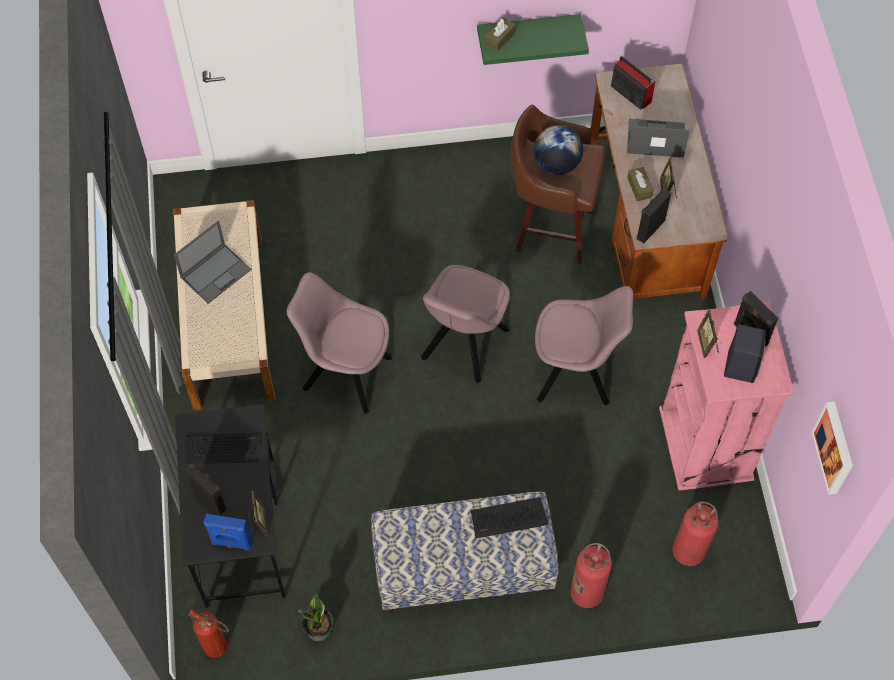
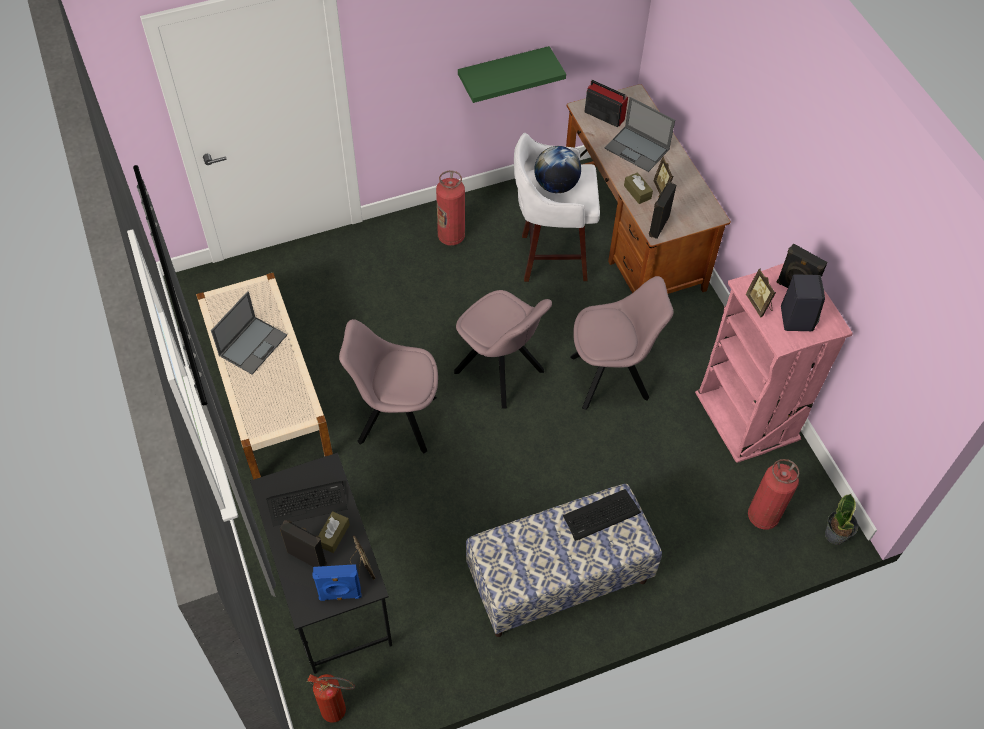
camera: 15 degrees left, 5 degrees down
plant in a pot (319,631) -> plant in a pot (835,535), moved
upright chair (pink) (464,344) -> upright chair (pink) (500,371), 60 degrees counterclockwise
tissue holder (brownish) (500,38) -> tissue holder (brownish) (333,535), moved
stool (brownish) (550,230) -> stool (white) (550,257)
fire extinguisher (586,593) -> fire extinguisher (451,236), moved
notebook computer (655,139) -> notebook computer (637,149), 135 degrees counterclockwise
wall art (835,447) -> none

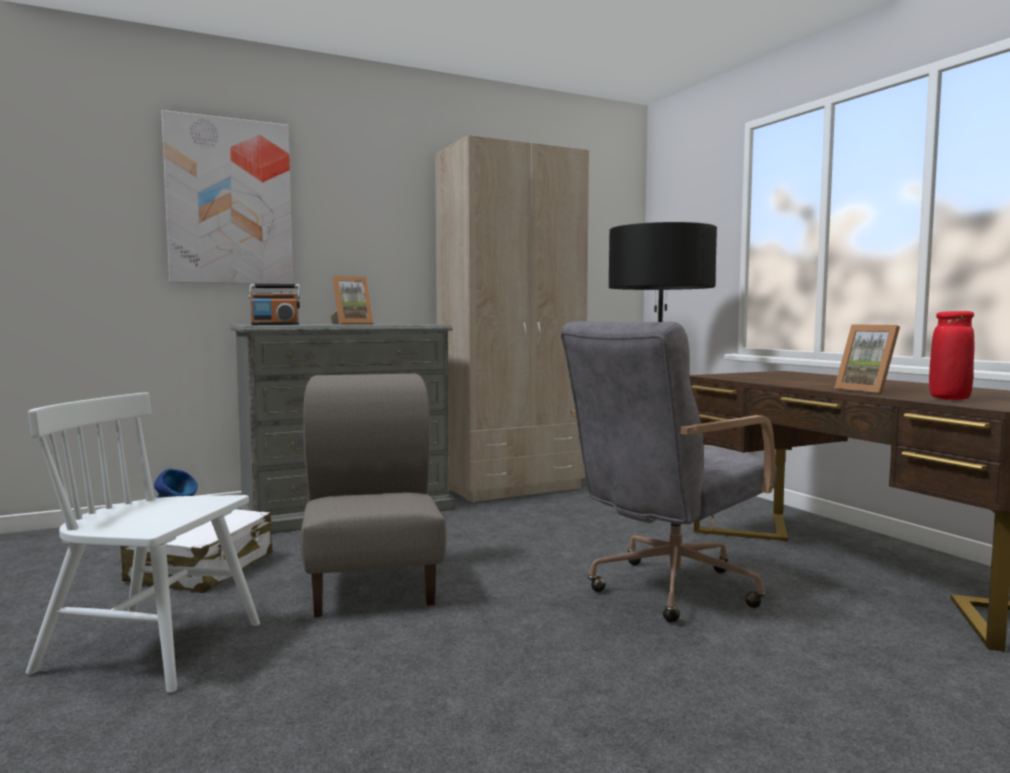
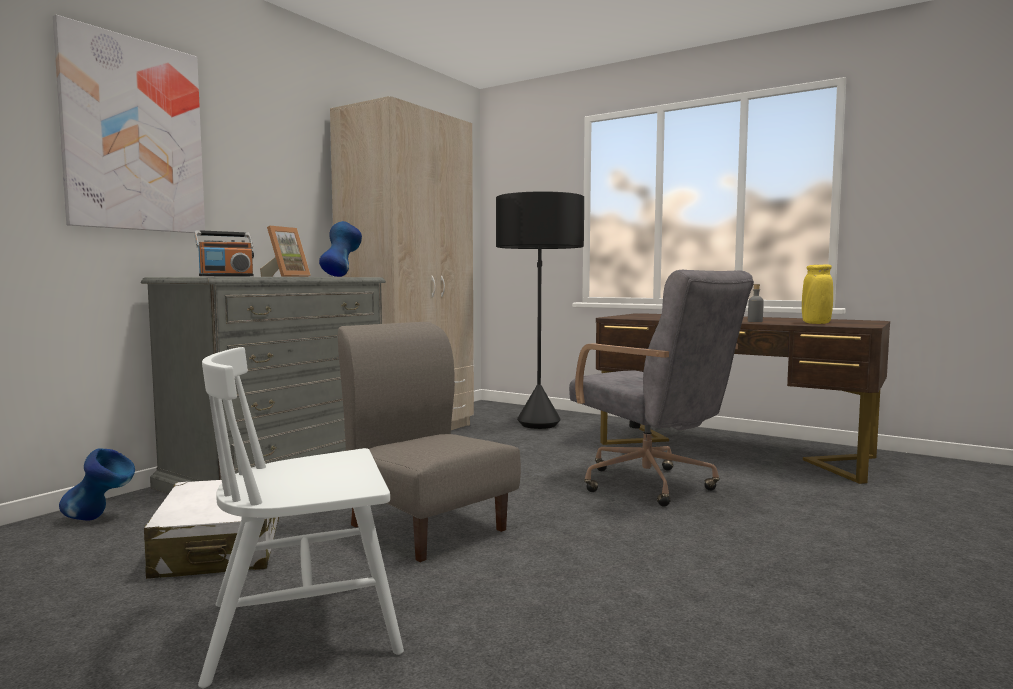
camera: 30 degrees left, 0 degrees up
desk chair (gray) (667,592) -> desk chair (gray) (652,487), 60 degrees counterclockwise
standing frame (868,391) -> drink bottle (gray) (755,321)
vase (red-coloured) (949,399) -> vase (yellow-coloured) (816,323)
none -> vase (bluish) (341,276)

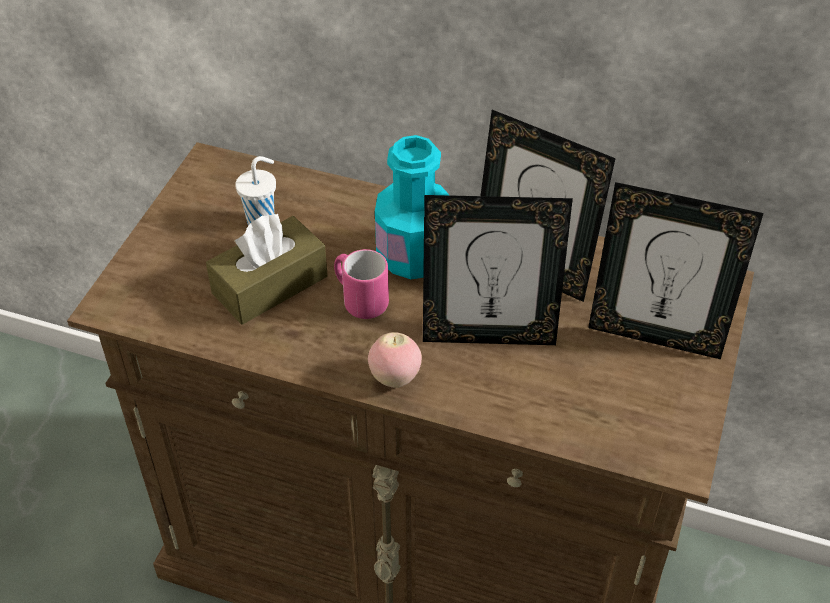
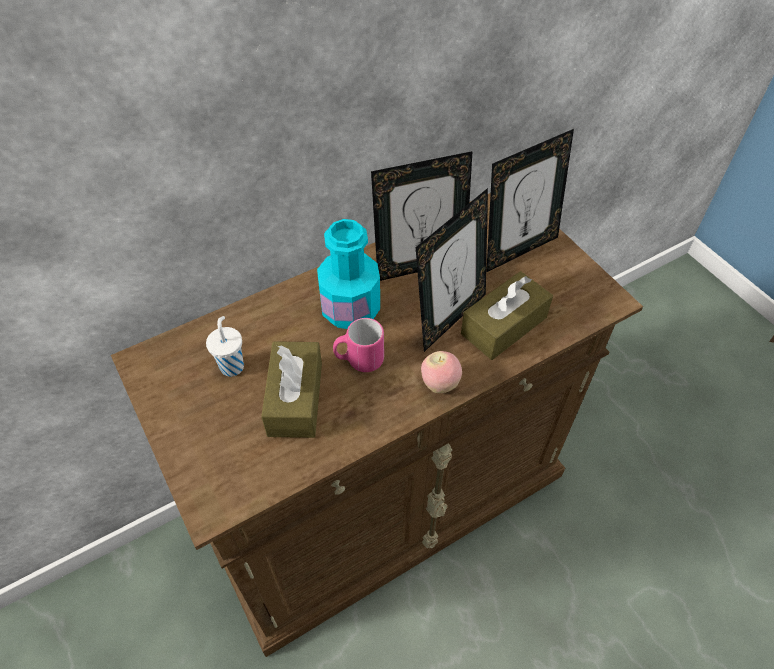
camera: 50 degrees left, 5 degrees up
none -> tissue holder (brownish) (504,326)

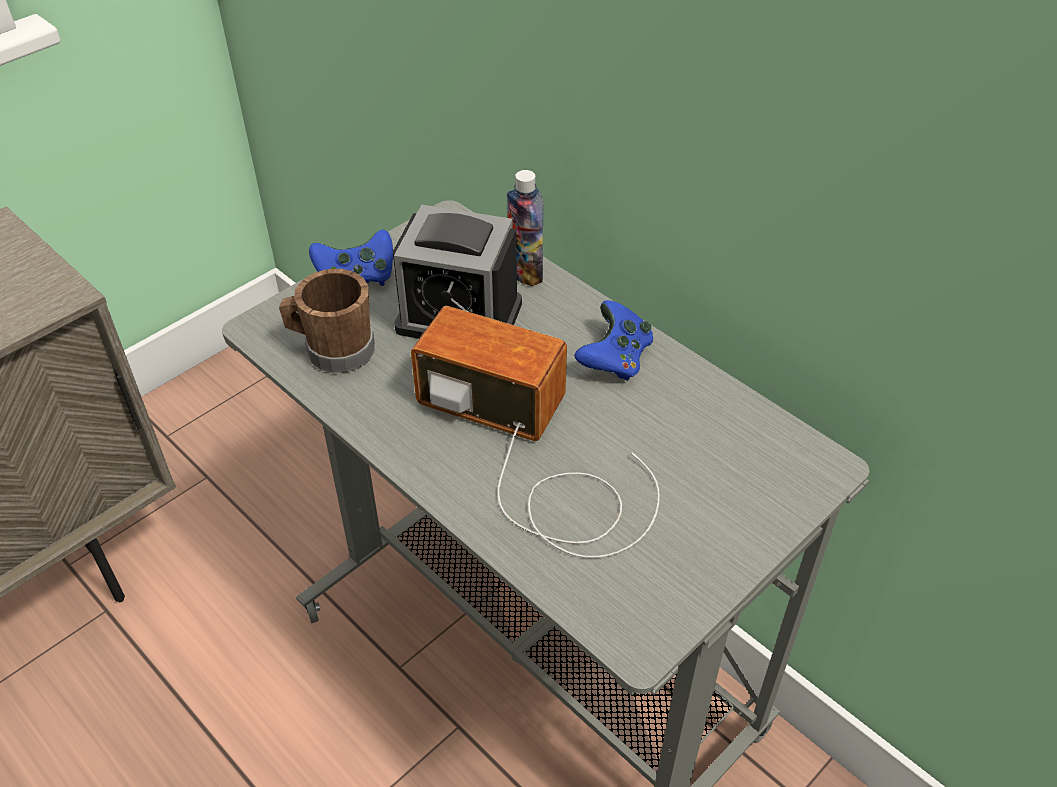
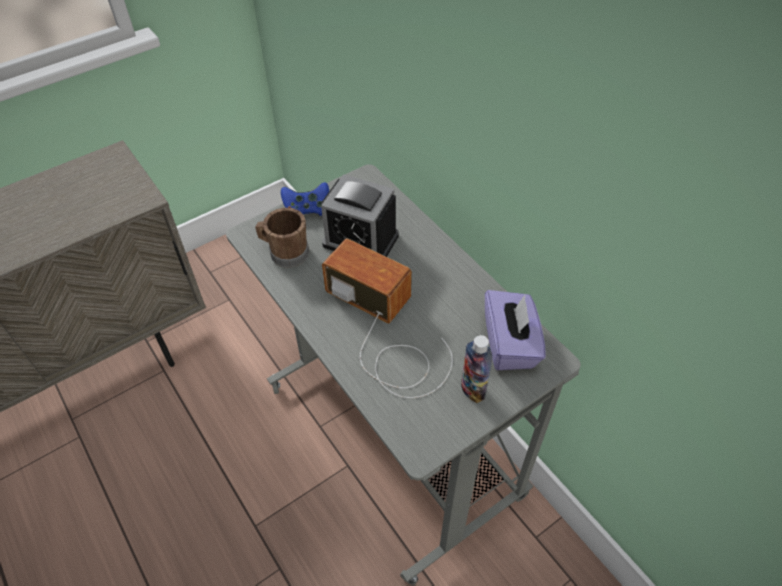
camera: 10 degrees right, 5 degrees up
drink bottle (525,273) -> drink bottle (473,389), moved
joypad (bluish) (615,359) -> none
none -> tissue holder (purplish) (510,344)

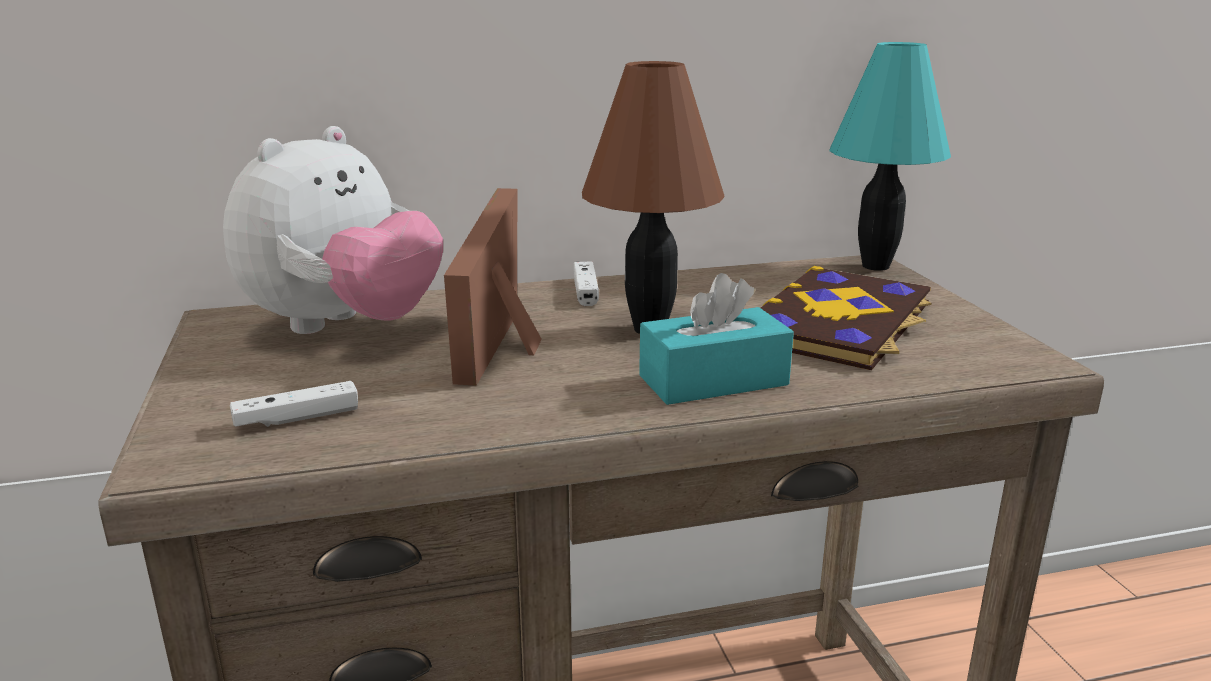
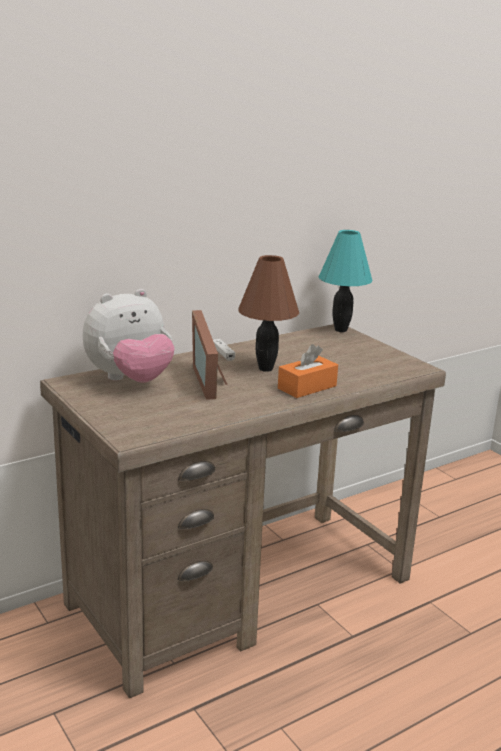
camera: 20 degrees left, 0 degrees up
cuddly toy (344,327) -> cuddly toy (130,380), 45 degrees clockwise
joypad (white) (297,418) -> none
tissue holder (turquoise) (713,380) -> tissue holder (orange-coloured) (307,387)
book (840,322) -> none

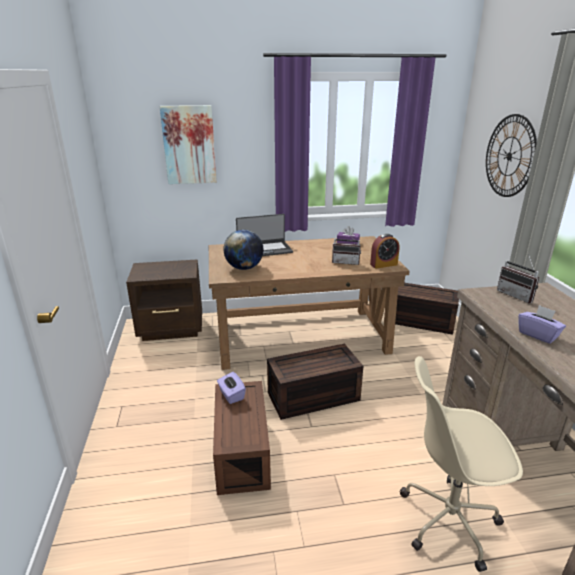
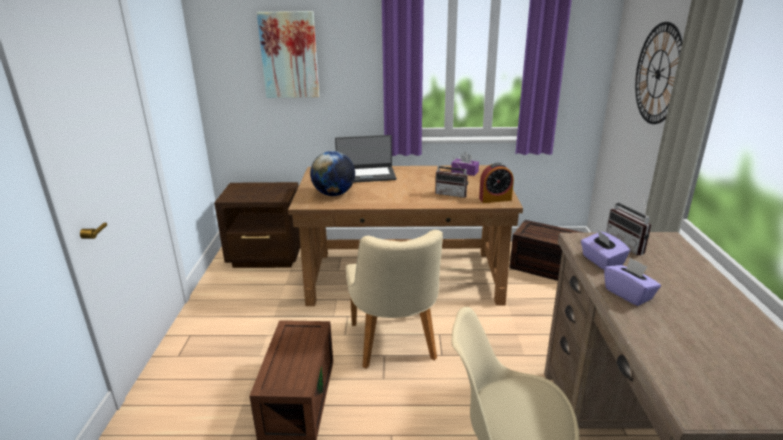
camera: 10 degrees right, 0 degrees up
tissue holder (purplish) (231,395) -> tissue holder (purplish) (601,261), moved
storage box (brownish) (312,397) -> upright chair (sand-coloured) (395,346)

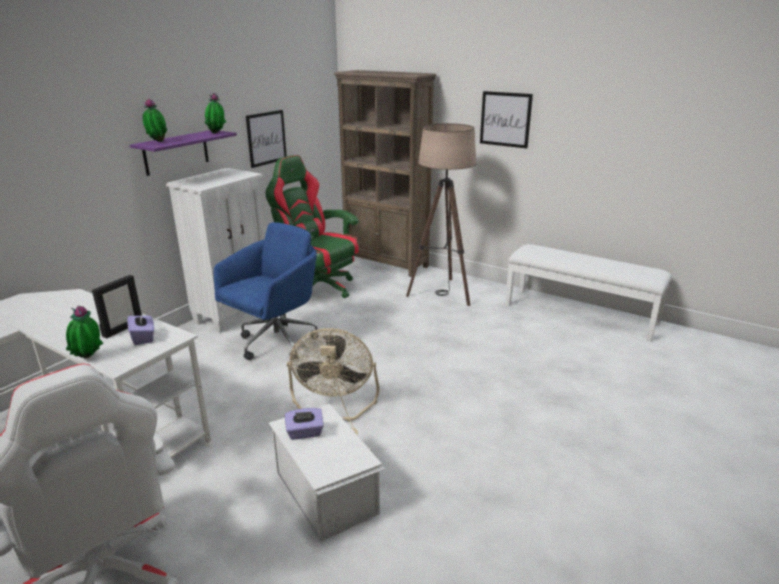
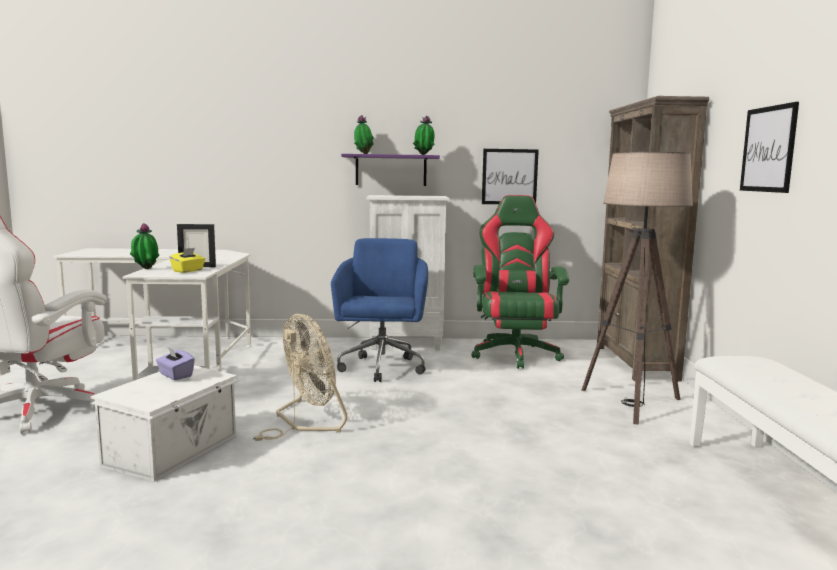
camera: 55 degrees right, 15 degrees down
tissue holder (purplish) (143,337) -> tissue holder (yellow-coloured) (188,271)
desk chair (bluish) (274,345) -> desk chair (bluish) (381,370), 90 degrees counterclockwise

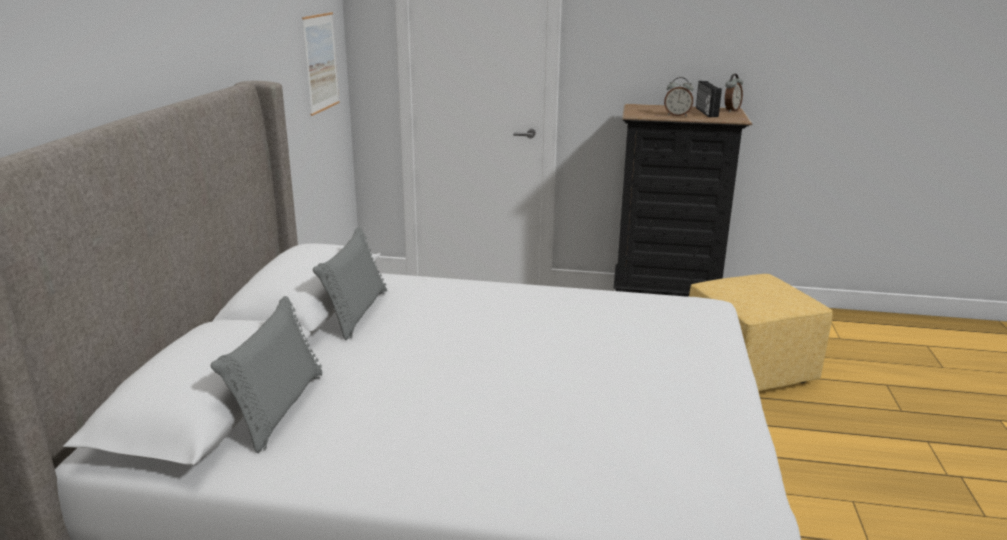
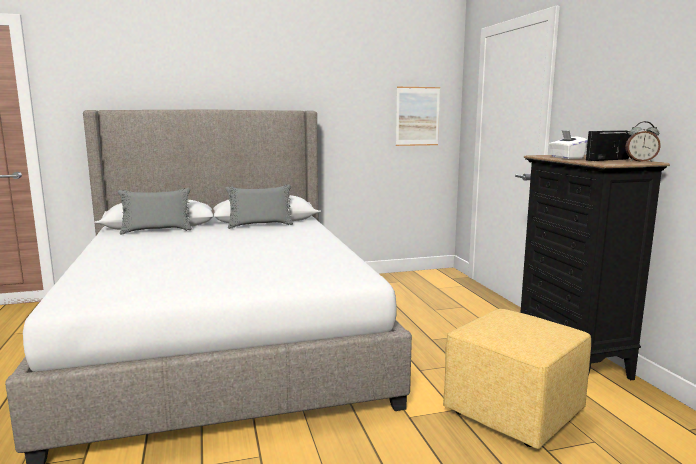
camera: 65 degrees right, 10 degrees down
table clock (677,115) -> tissue holder (white) (566,158)

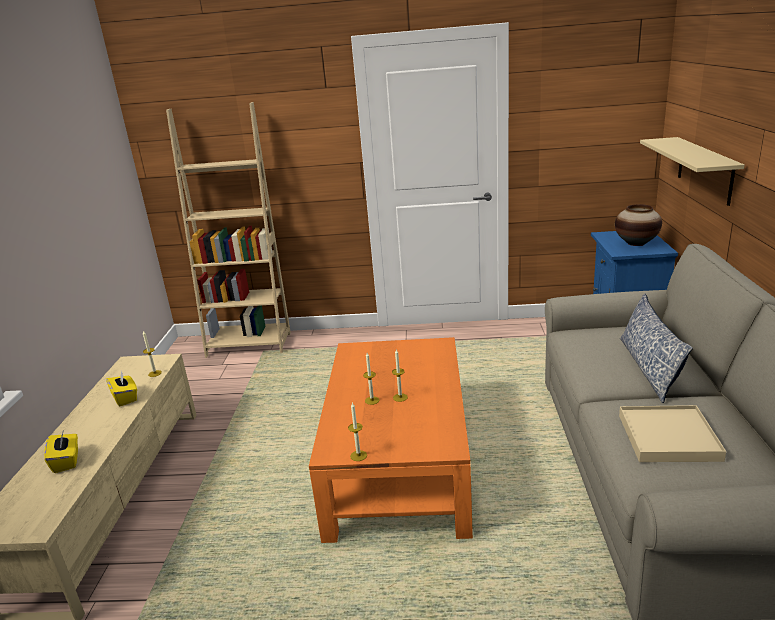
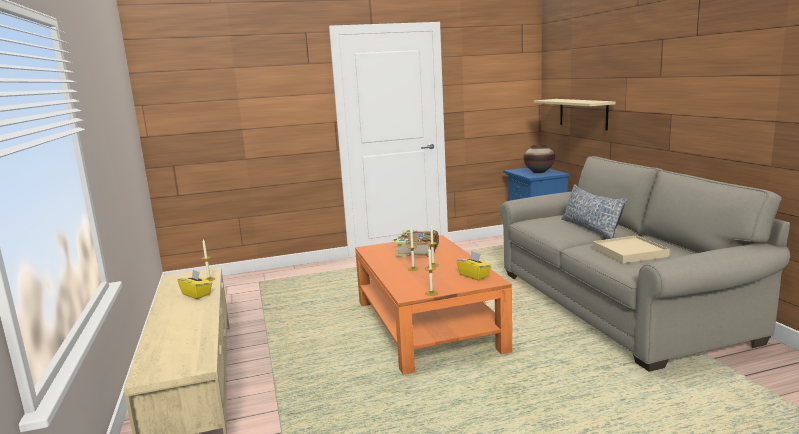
camera: 20 degrees left, 10 degrees down
tissue holder (yellow-coloured) (67,461) -> tissue holder (yellow-coloured) (474,276), moved
shelving unit (sand-coloured) (249,344) -> none
none -> book (416,251)

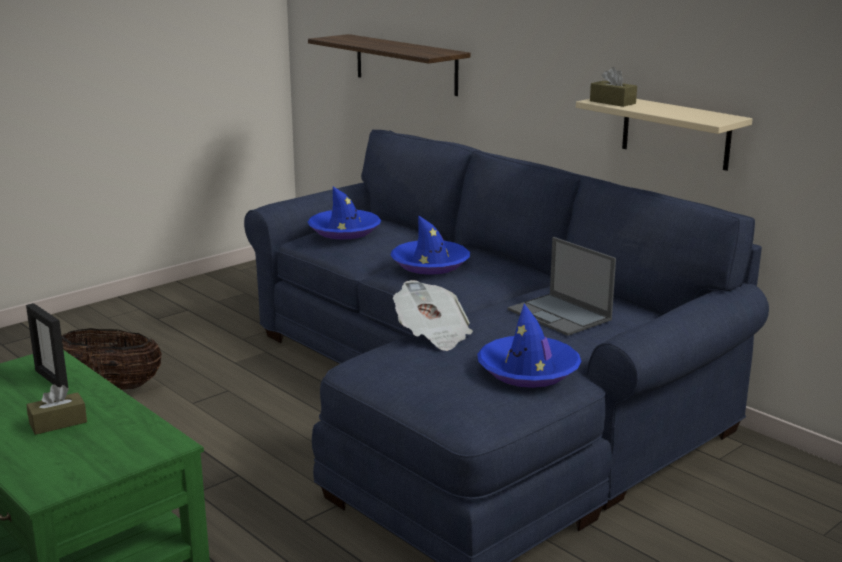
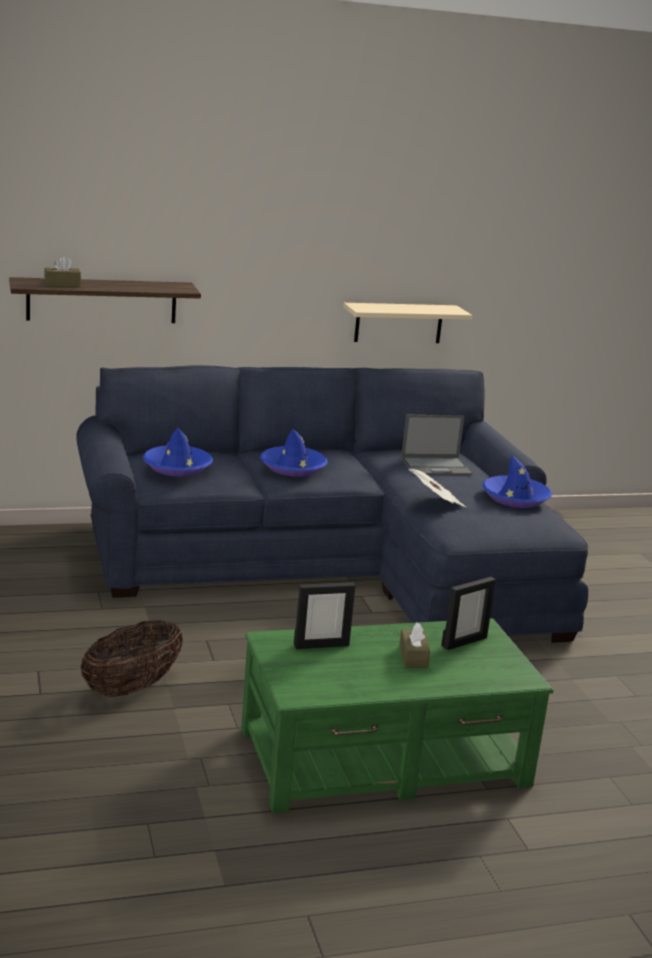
camera: 65 degrees left, 0 degrees up
tissue holder (brownish) (612,102) -> tissue holder (brownish) (62,284), moved
none -> standing frame (464,642)

